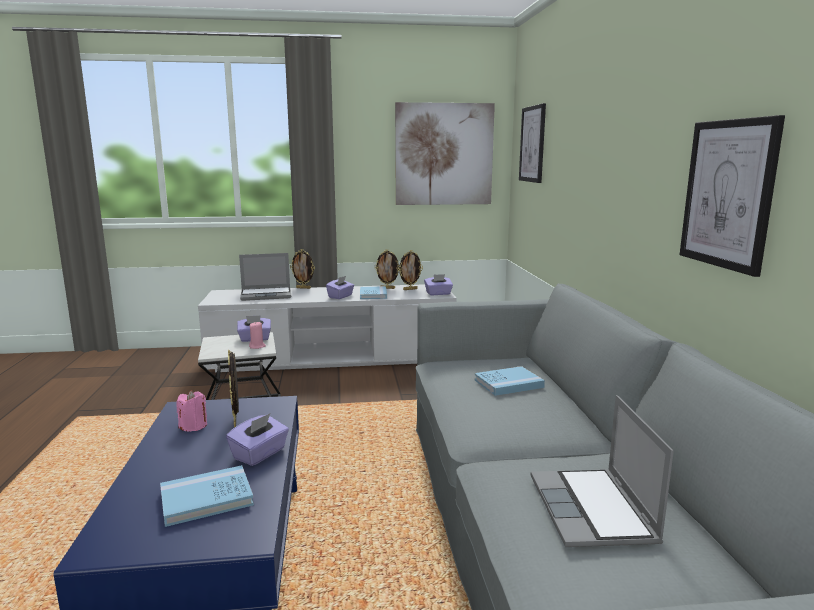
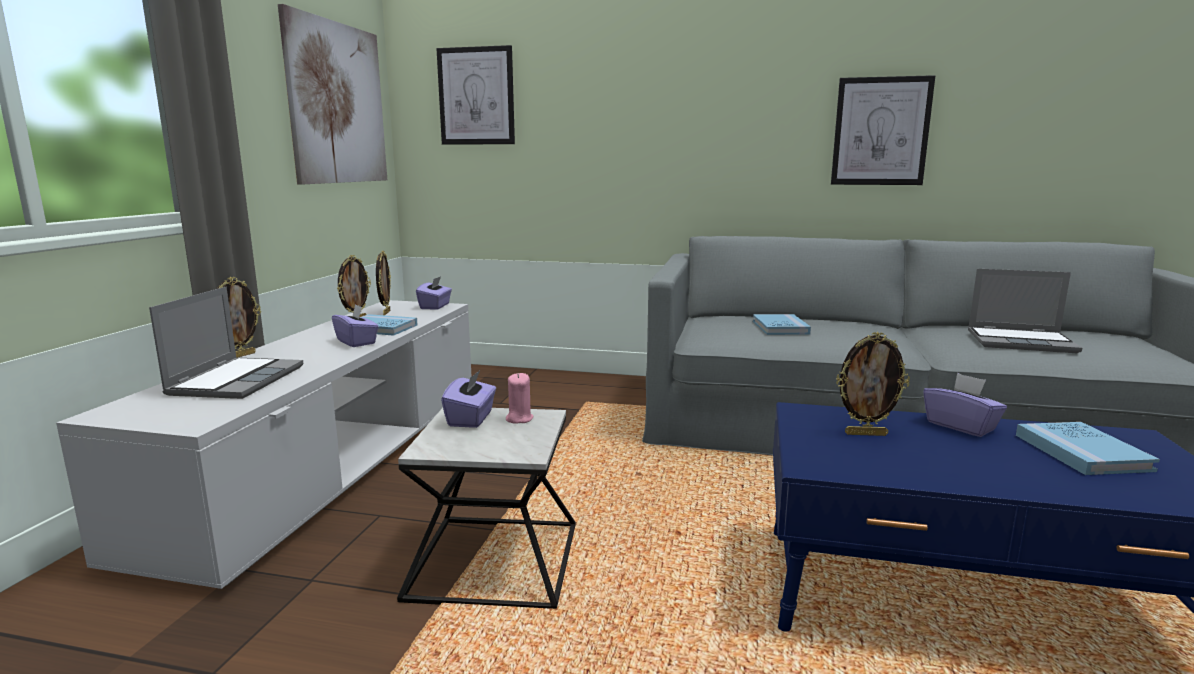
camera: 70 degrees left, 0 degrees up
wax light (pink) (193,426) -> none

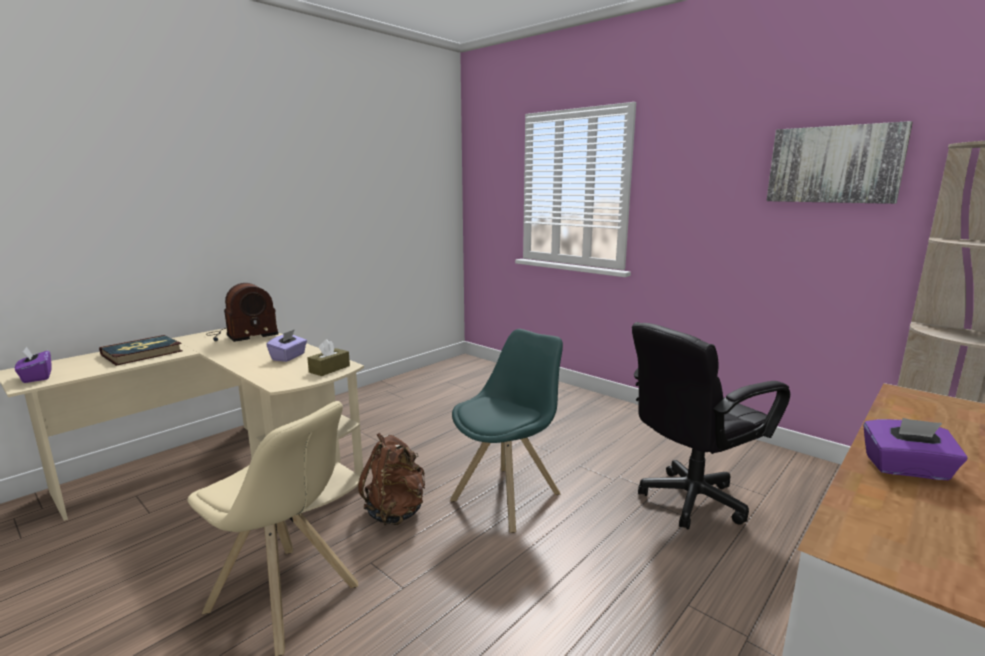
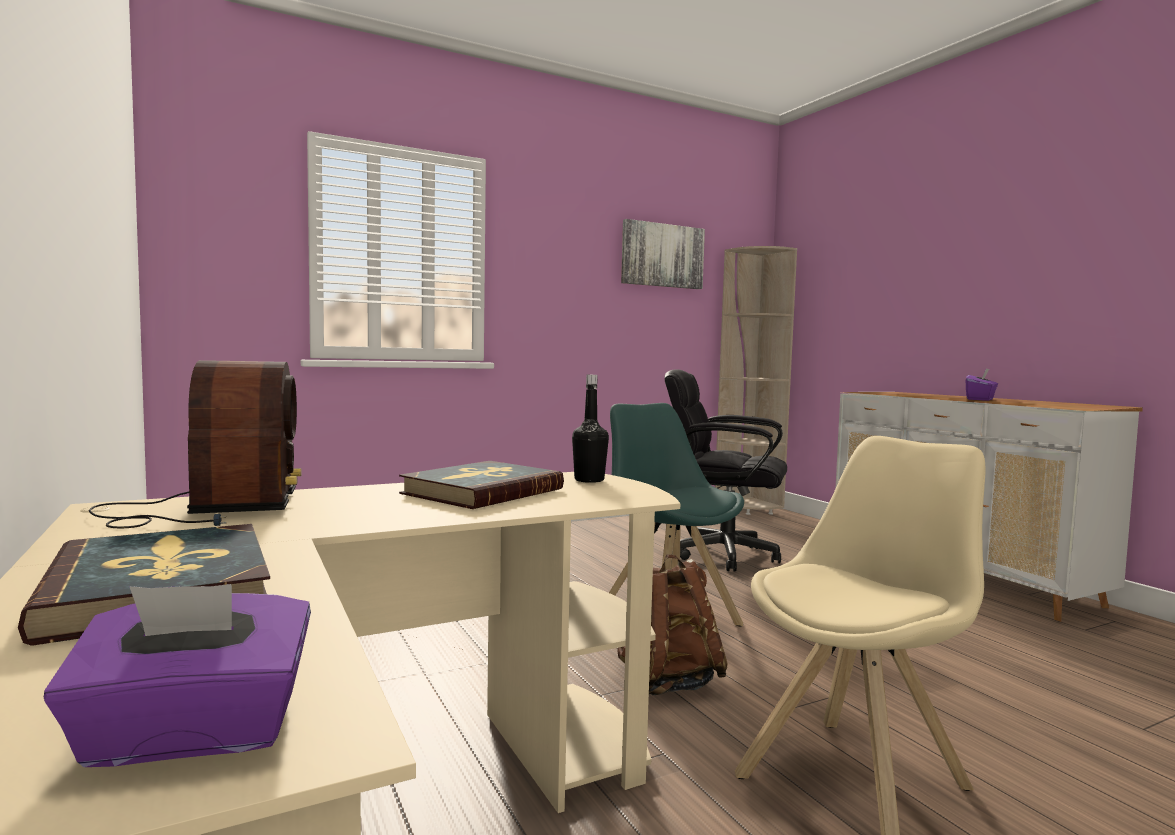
camera: 70 degrees left, 10 degrees down
tissue holder (purplish) (289,357) -> book (482,491)
tissue holder (brownish) (329,369) -> drink bottle (black-coloured) (589,480)
desk chair (black-coloured) (688,504) -> desk chair (black-coloured) (721,556), 120 degrees clockwise

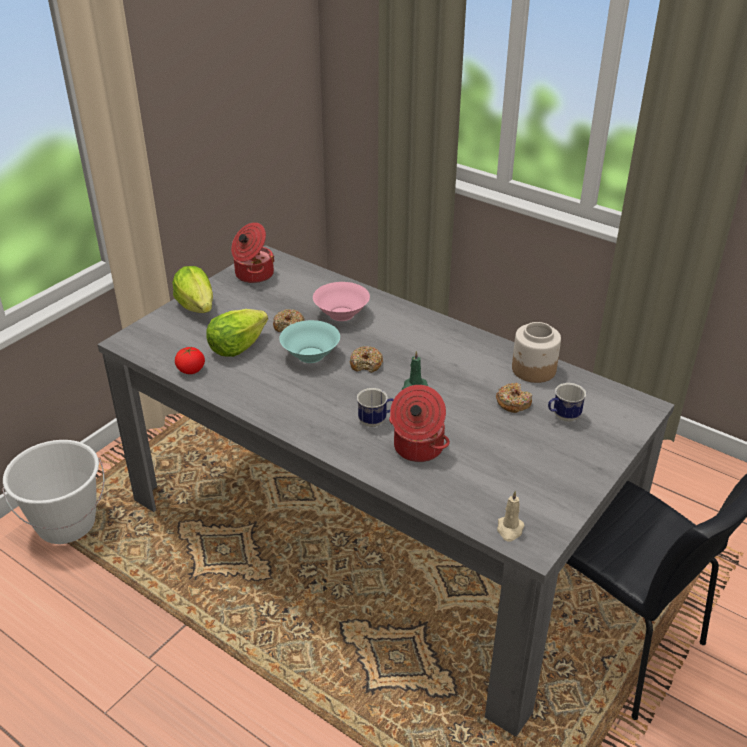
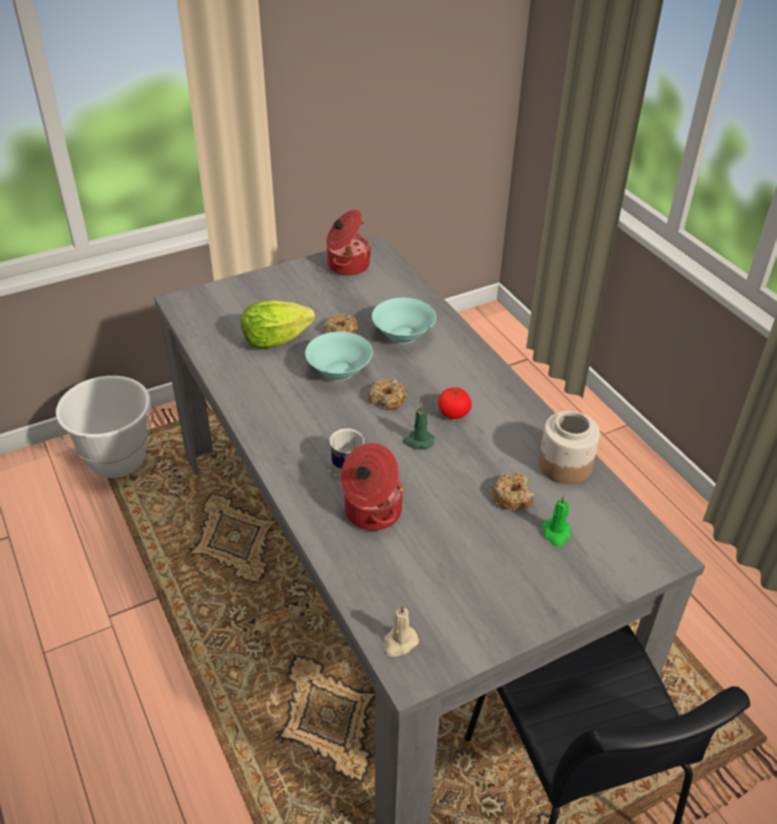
camera: 25 degrees right, 5 degrees up
head of lettuce (197,306) -> none
tomato (191,370) -> tomato (453,413), moved
serving bowl (pink) (342,314) -> serving bowl (turquoise) (403,335)
tea mug (562,417) -> wax light (green) (556,533)

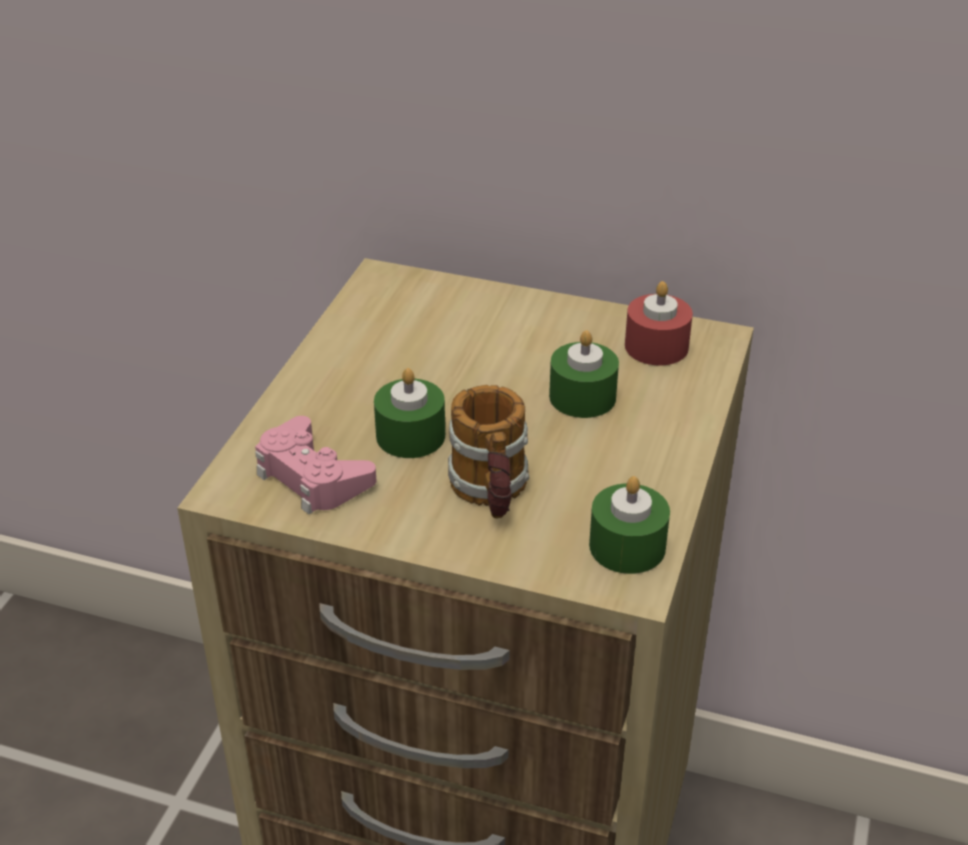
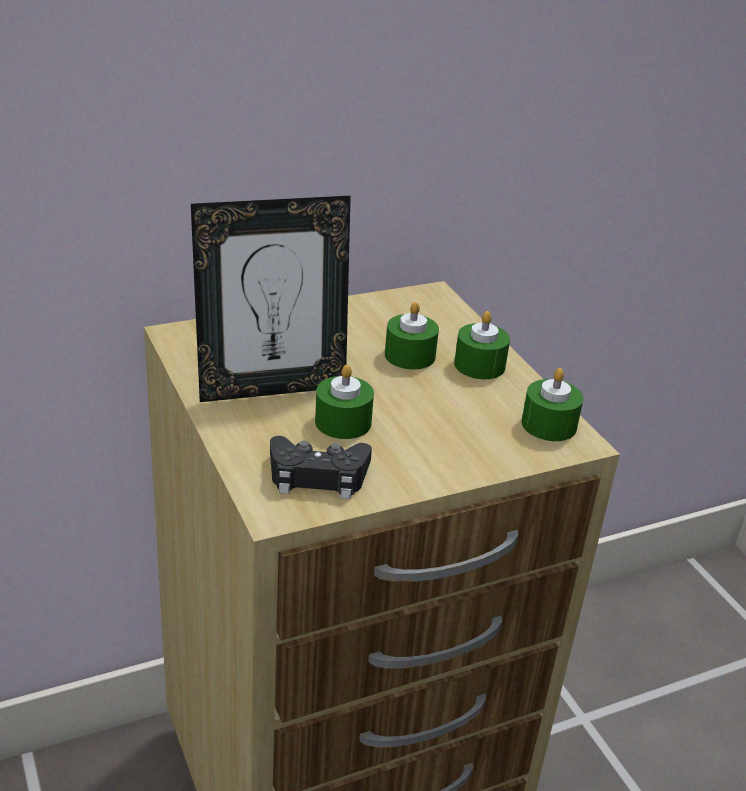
camera: 45 degrees left, 5 degrees down
joypad (pink) (312,476) -> joypad (black-coloured) (317,475)
tea mug (491,492) -> none
wax light (red-coloured) (656,346) -> none
none -> standing frame (271,387)
none -> wax light (green) (479,365)

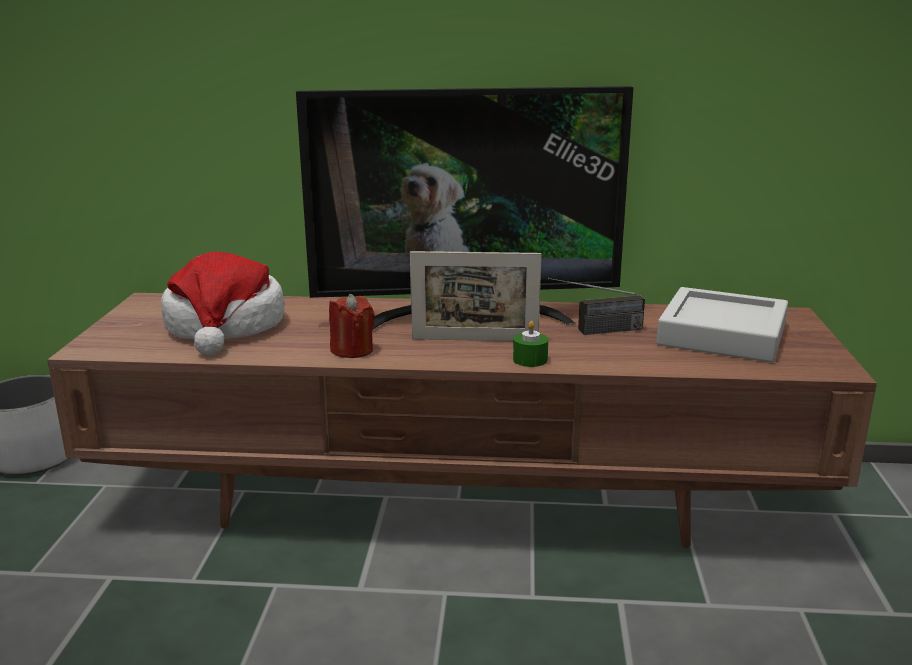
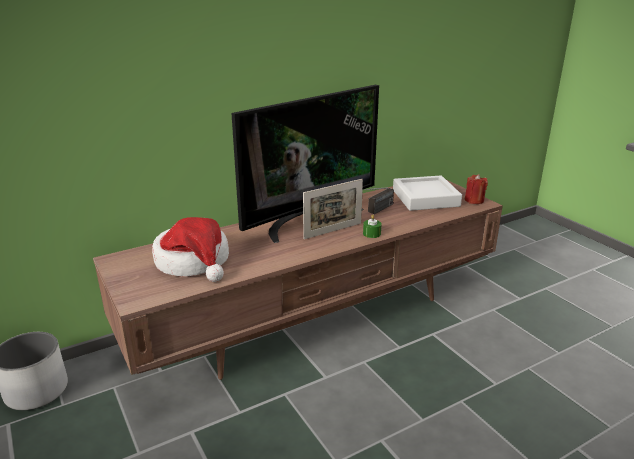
camera: 35 degrees left, 5 degrees up
wax light (red-coloured) (352,350) -> wax light (red-coloured) (474,200), moved

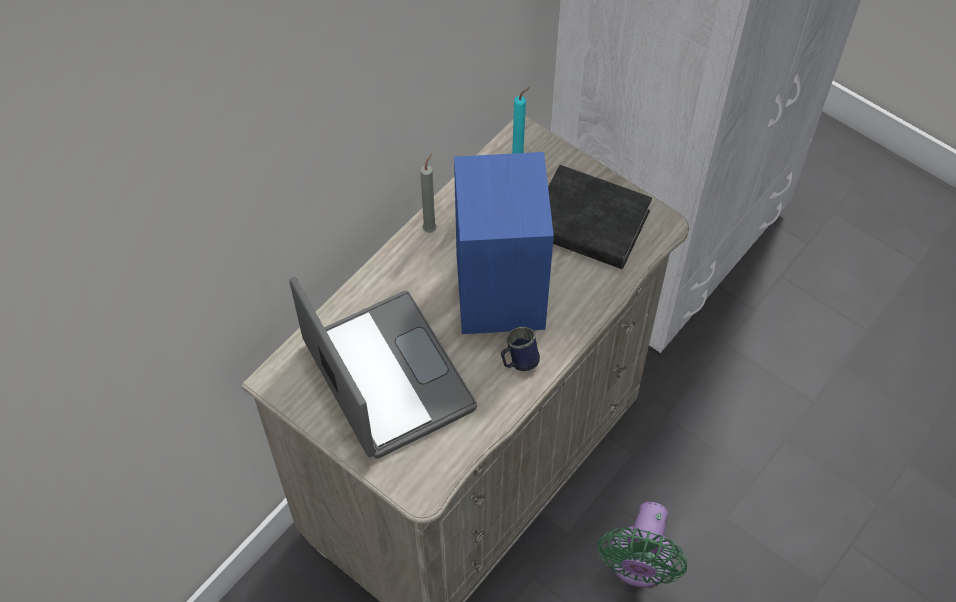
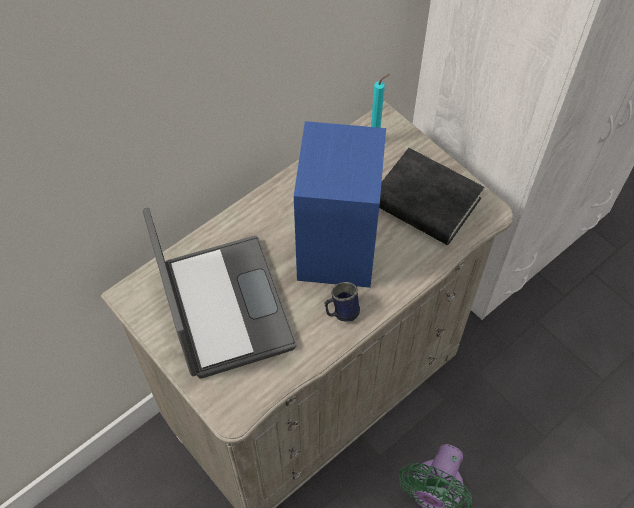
camera: 10 degrees right, 0 degrees up
wax light (gray) (431,228) -> none

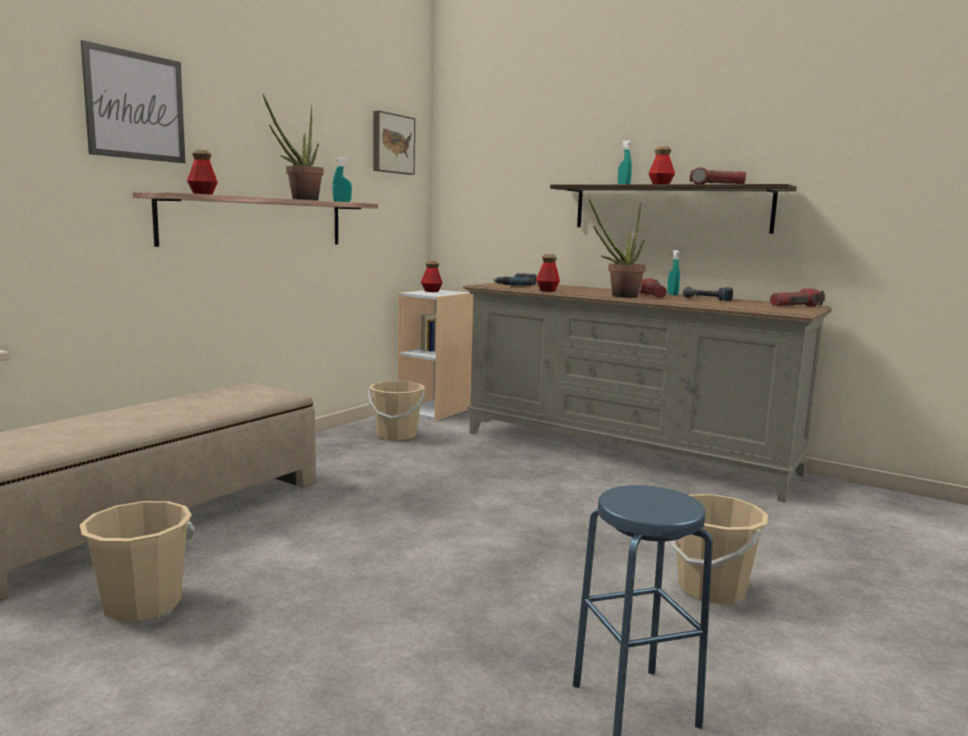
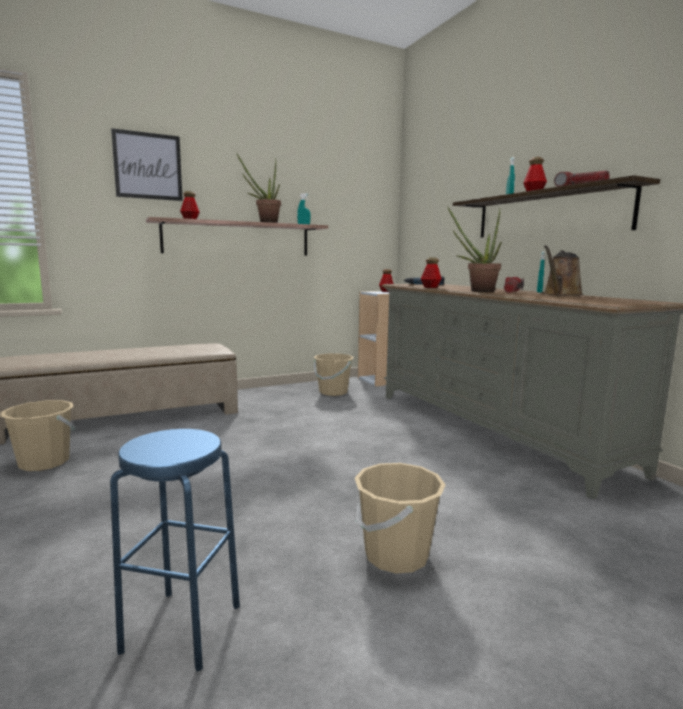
camera: 30 degrees right, 0 degrees up
wall art (392,144) -> none
electric drill (706,298) -> sprinkling can (brownish) (561,295)
torch (796,306) -> none

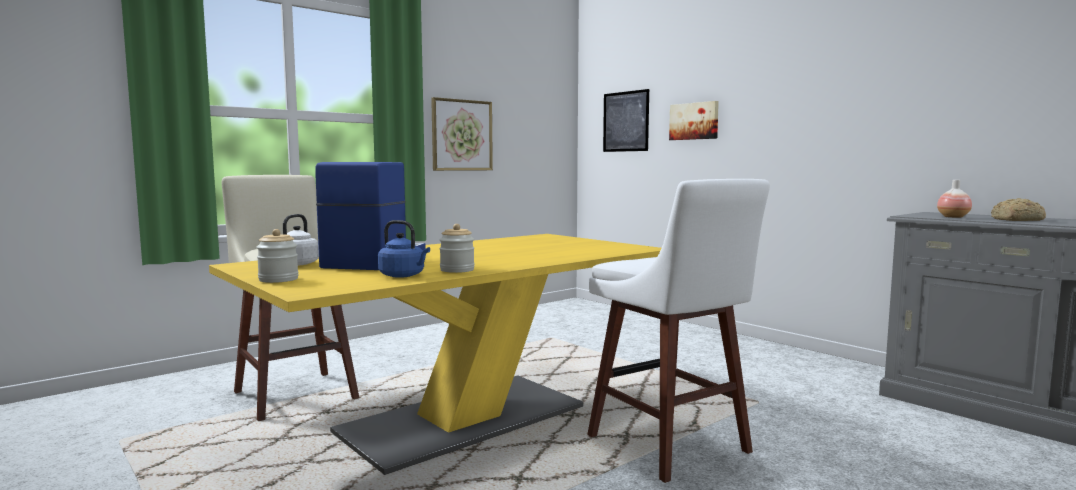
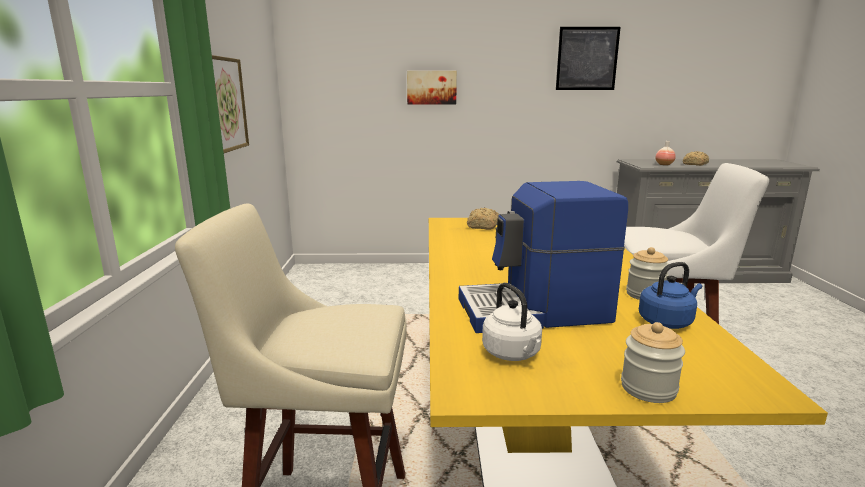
camera: 50 degrees left, 10 degrees up
coffee brewer (374,261) -> coffee brewer (535,311), 60 degrees counterclockwise
wall art (625,121) -> wall art (587,59), moved
none -> bread (482,226)

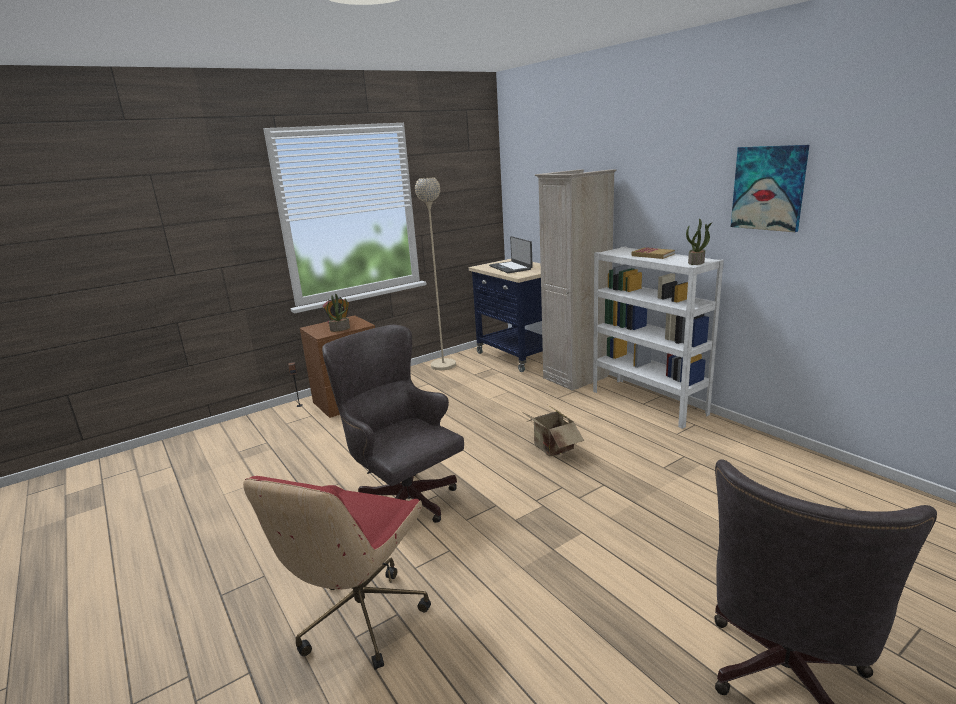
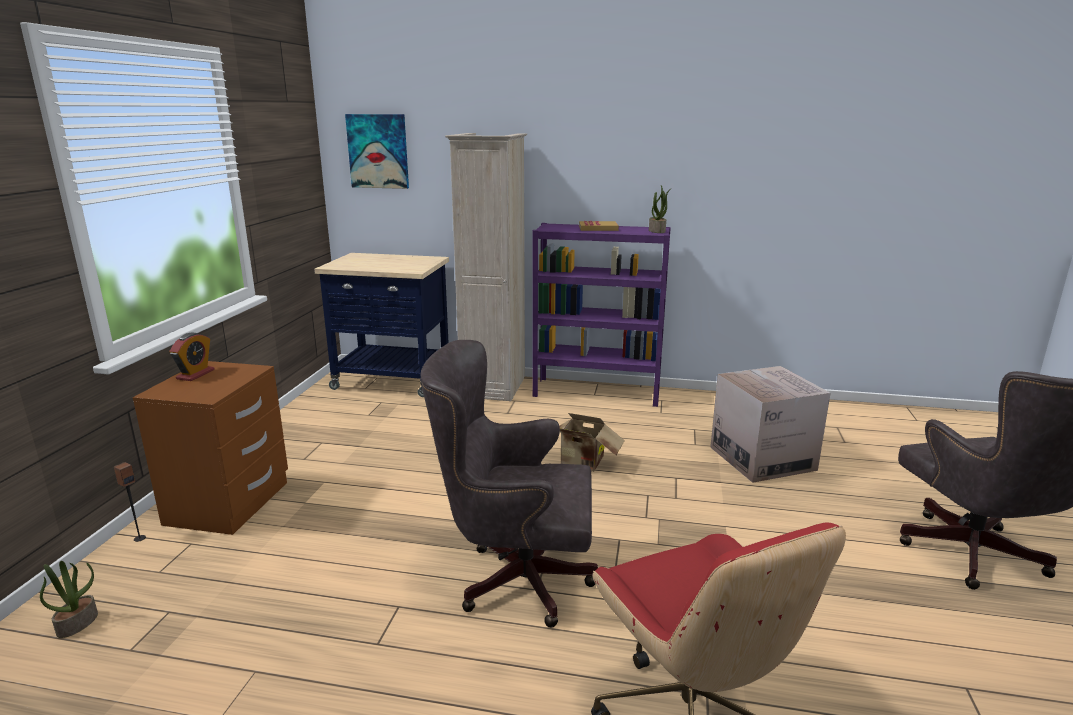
camera: 45 degrees left, 0 degrees up
plant in a pot (340,329) -> plant in a pot (77,623), moved
standing lamp (sand-coloured) (443,365) -> none
notebook computer (511,267) -> none
shelving unit (white) (648,402) -> shelving unit (purplish) (597,392)
wall art (768,188) -> wall art (378,151), moved
none -> packing box (762,458)

